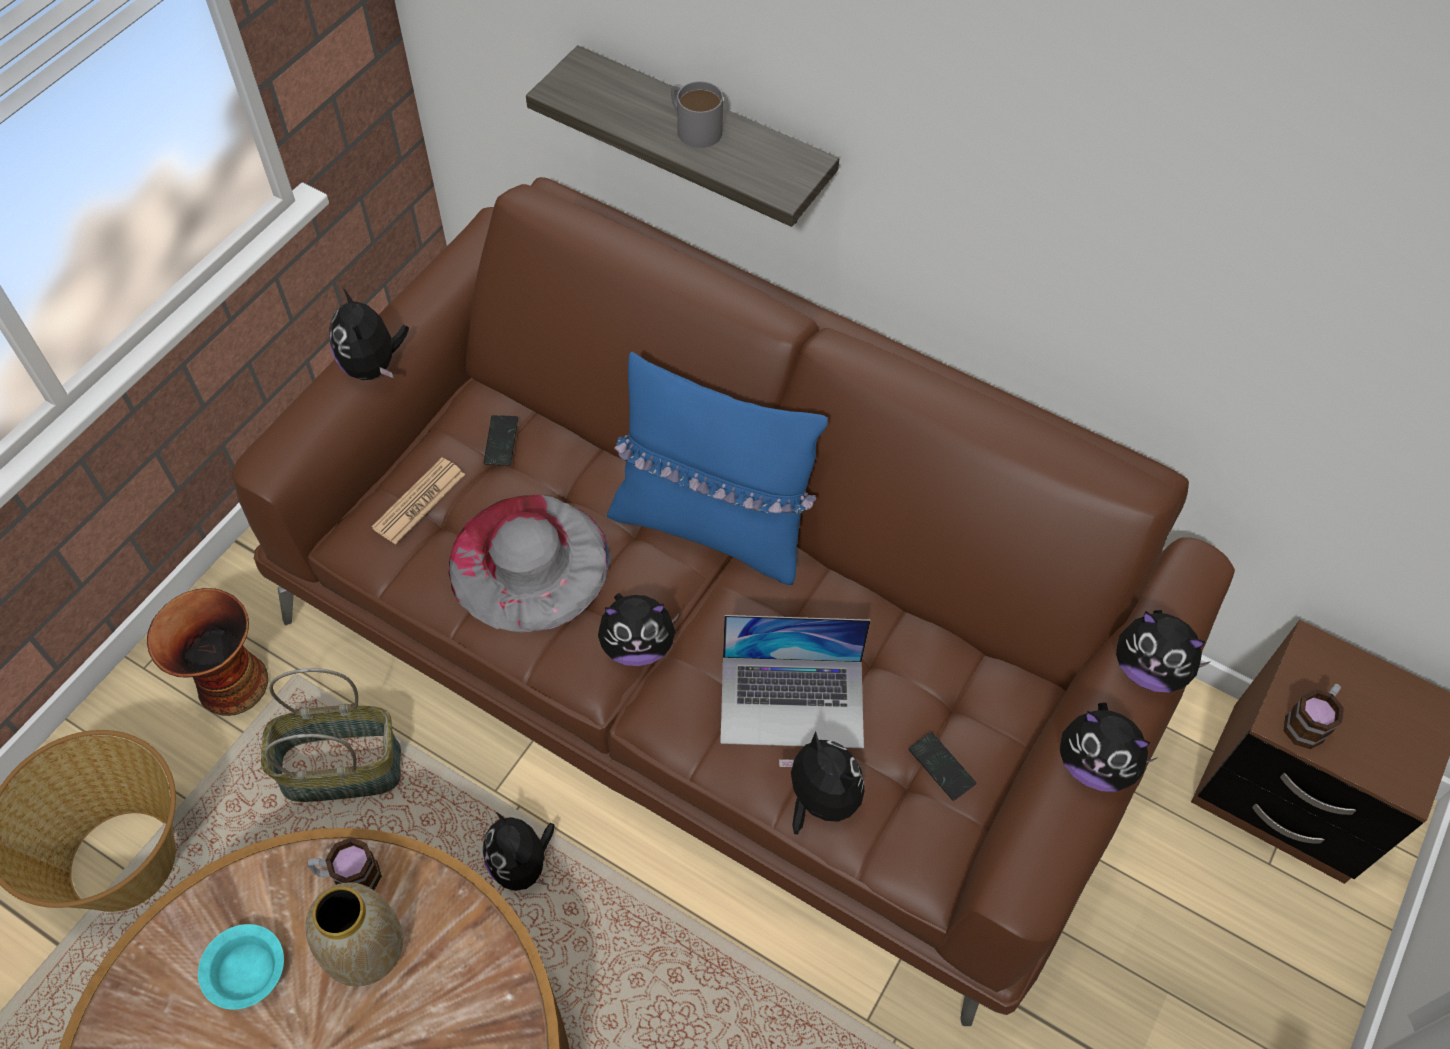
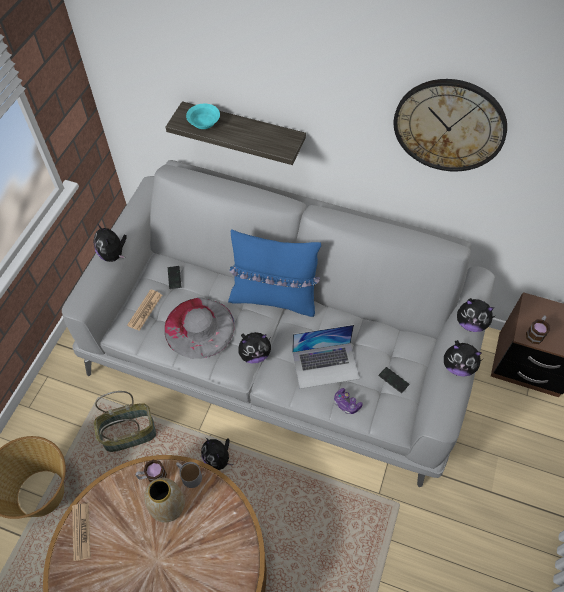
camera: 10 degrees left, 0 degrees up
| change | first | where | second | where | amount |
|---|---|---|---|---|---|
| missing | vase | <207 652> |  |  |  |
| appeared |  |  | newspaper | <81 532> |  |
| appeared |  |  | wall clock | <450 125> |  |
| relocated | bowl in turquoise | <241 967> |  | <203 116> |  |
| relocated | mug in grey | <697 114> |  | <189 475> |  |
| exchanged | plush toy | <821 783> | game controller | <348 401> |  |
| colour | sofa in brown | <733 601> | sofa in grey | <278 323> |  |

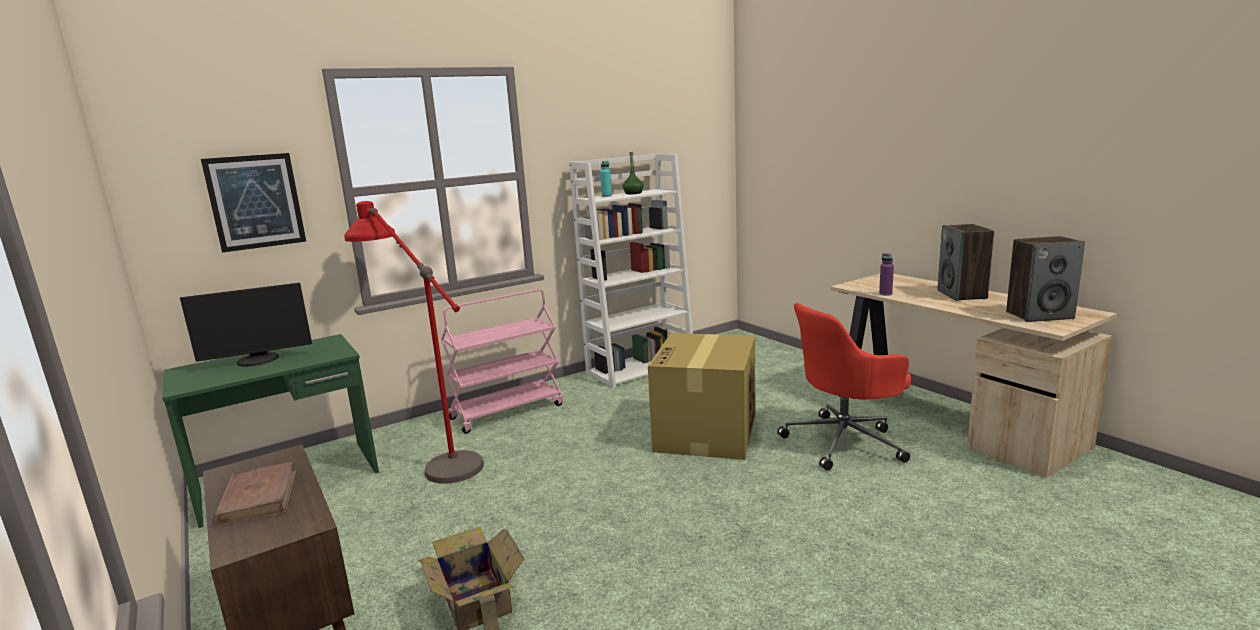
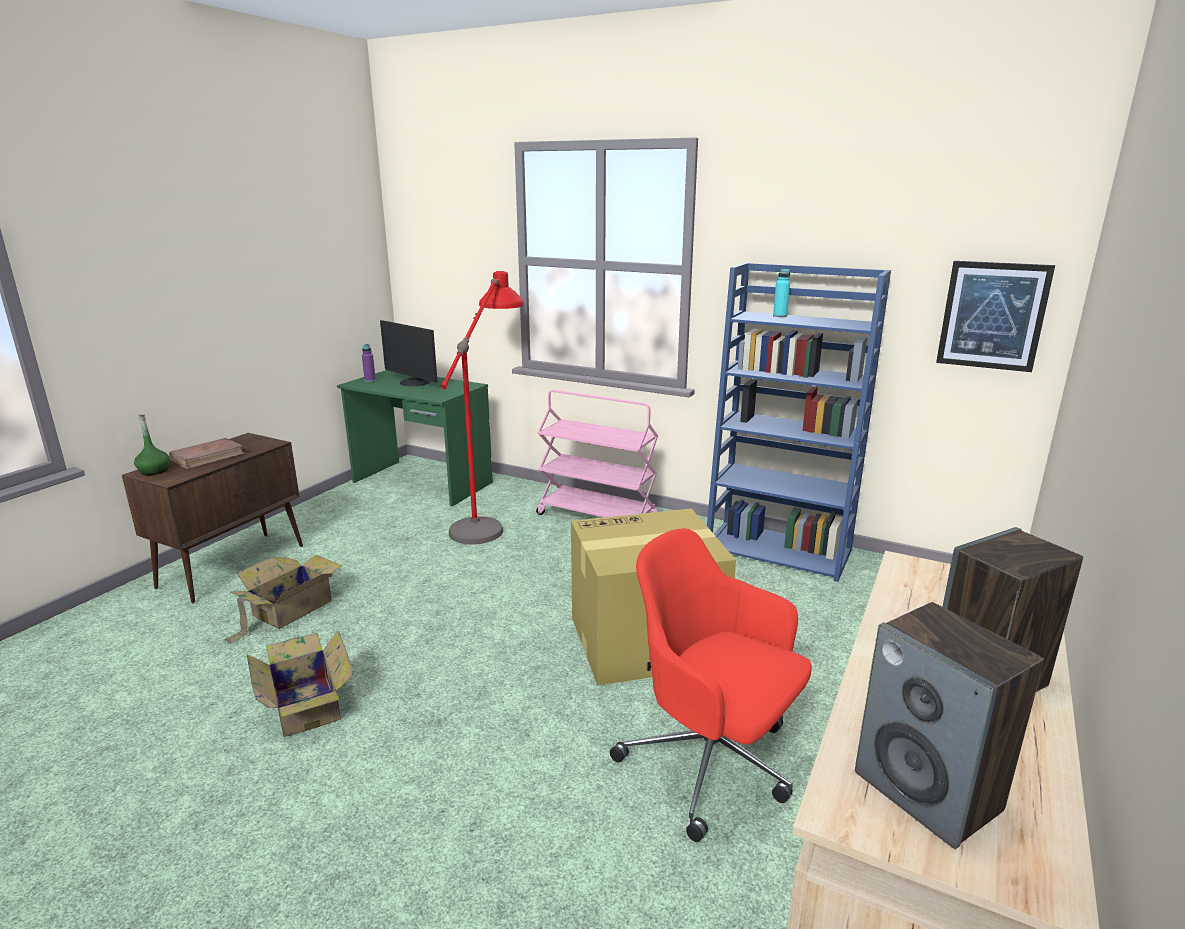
camera: 60 degrees right, 5 degrees up
| change | first | where | second | where | amount |
|---|---|---|---|---|---|
| appeared |  |  | cardboard box | <300 683> |  |
| relocated | picture | <253 203> |  | <995 316> |  |
| relocated | bottle in green | <633 173> |  | <152 445> |  |
| relocated | bottle in purple | <886 274> |  | <369 363> |  |
| colour | bookcase in white | <631 271> | bookcase in blue | <799 422> |  |

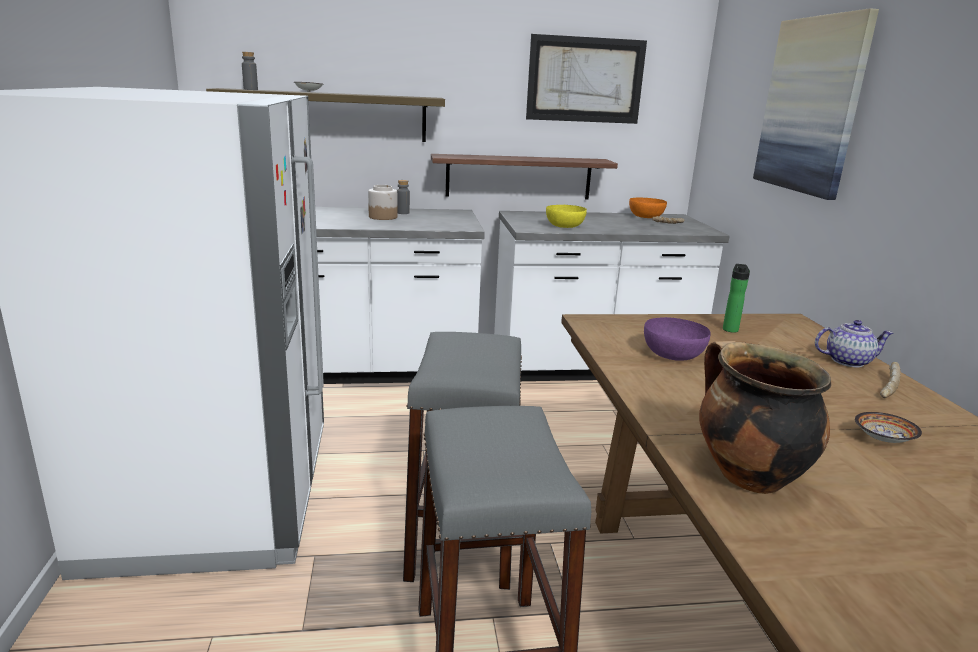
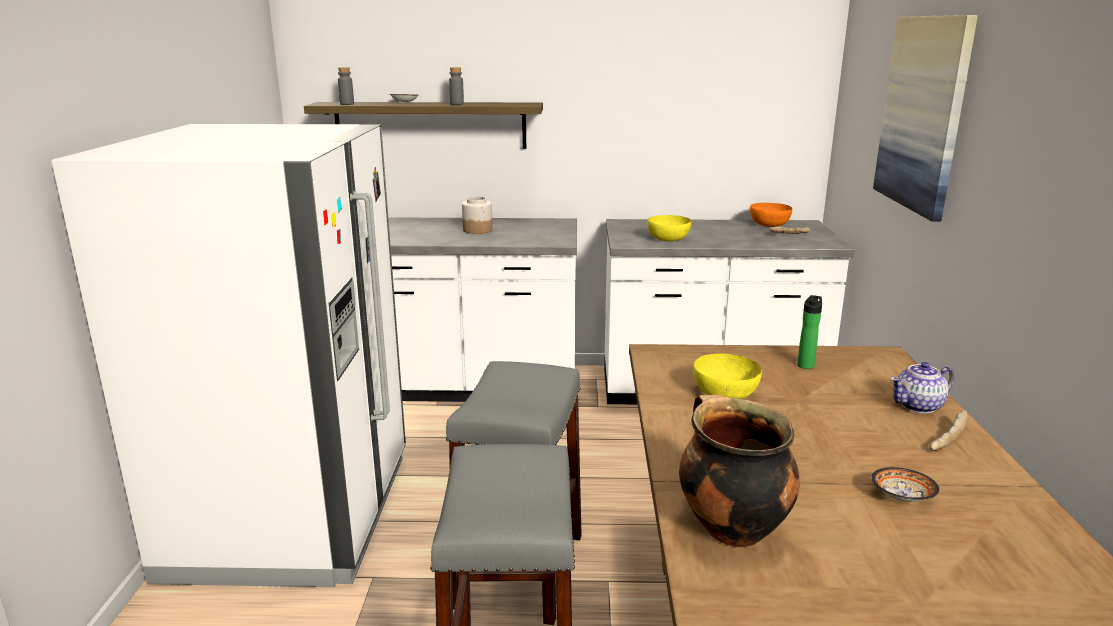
camera: 10 degrees right, 0 degrees up
| change | first | where | second | where | amount |
|---|---|---|---|---|---|
| missing | shelf | <524 177> |  |  |  |
| missing | picture | <586 79> |  |  |  |
| relocated | bottle in grey | <403 197> |  | <456 86> |  |
| colour | bowl in purple | <677 339> | bowl in yellow | <727 376> |  |
| spun | teapot | <854 343> |  | <922 388> | 150 degrees clockwise |

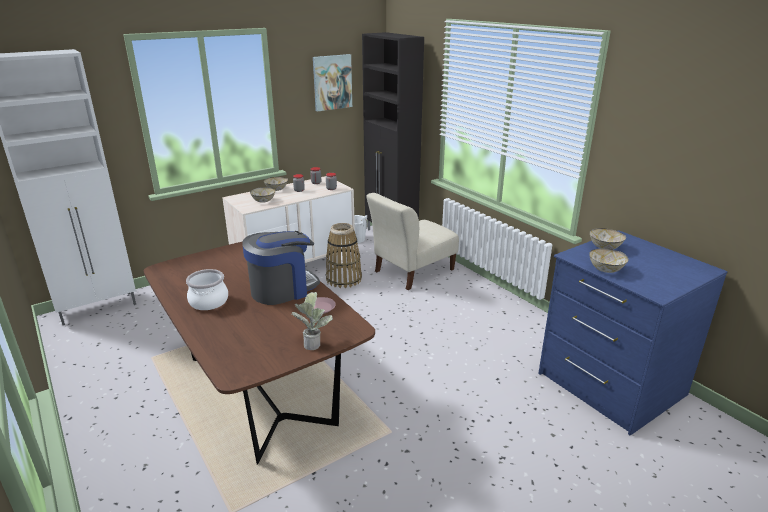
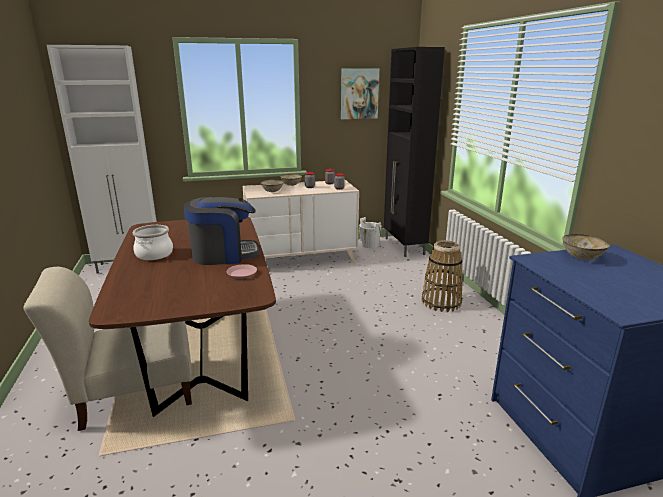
camera: 20 degrees right, 5 degrees down
| change | first | where | second | where | amount |
|---|---|---|---|---|---|
| missing | potted plant | <312 321> |  |  |  |
| missing | bowl | <609 261> |  |  |  |
| relocated | basket | <344 255> |  | <442 276> |  |
| relocated | chair in beige | <412 241> |  | <107 349> |  |

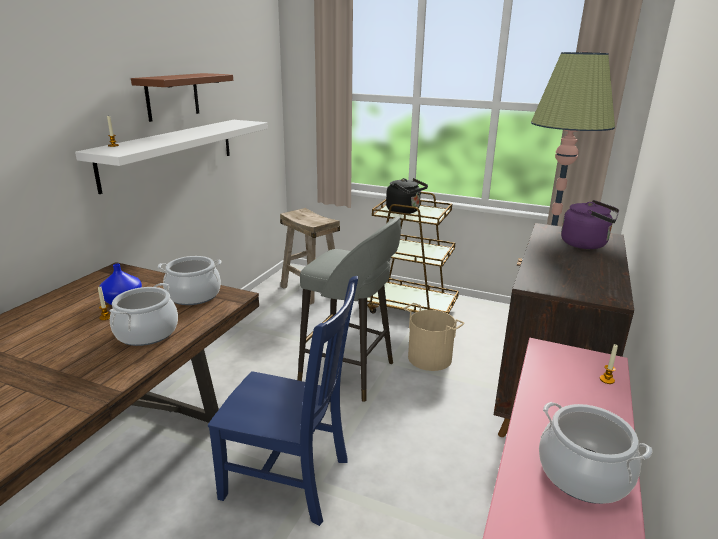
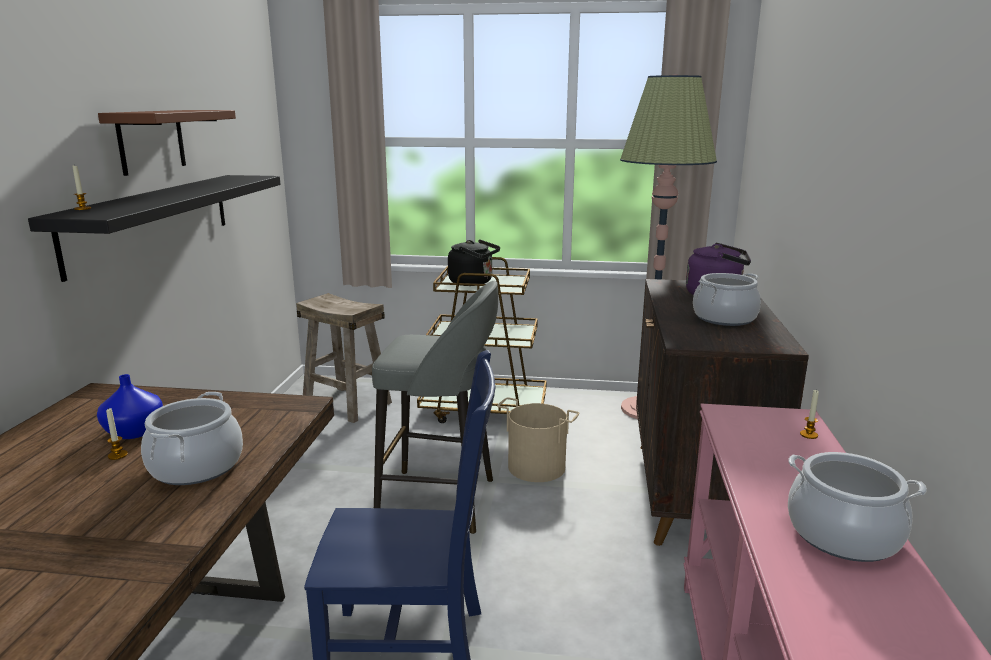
camera: 15 degrees left, 5 degrees down
| change | first | where | second | where | amount |
|---|---|---|---|---|---|
| relocated | cooking pot | <189 280> |  | <727 299> |  |
| colour | shelf in white | <171 157> | shelf in black | <154 228> |  |

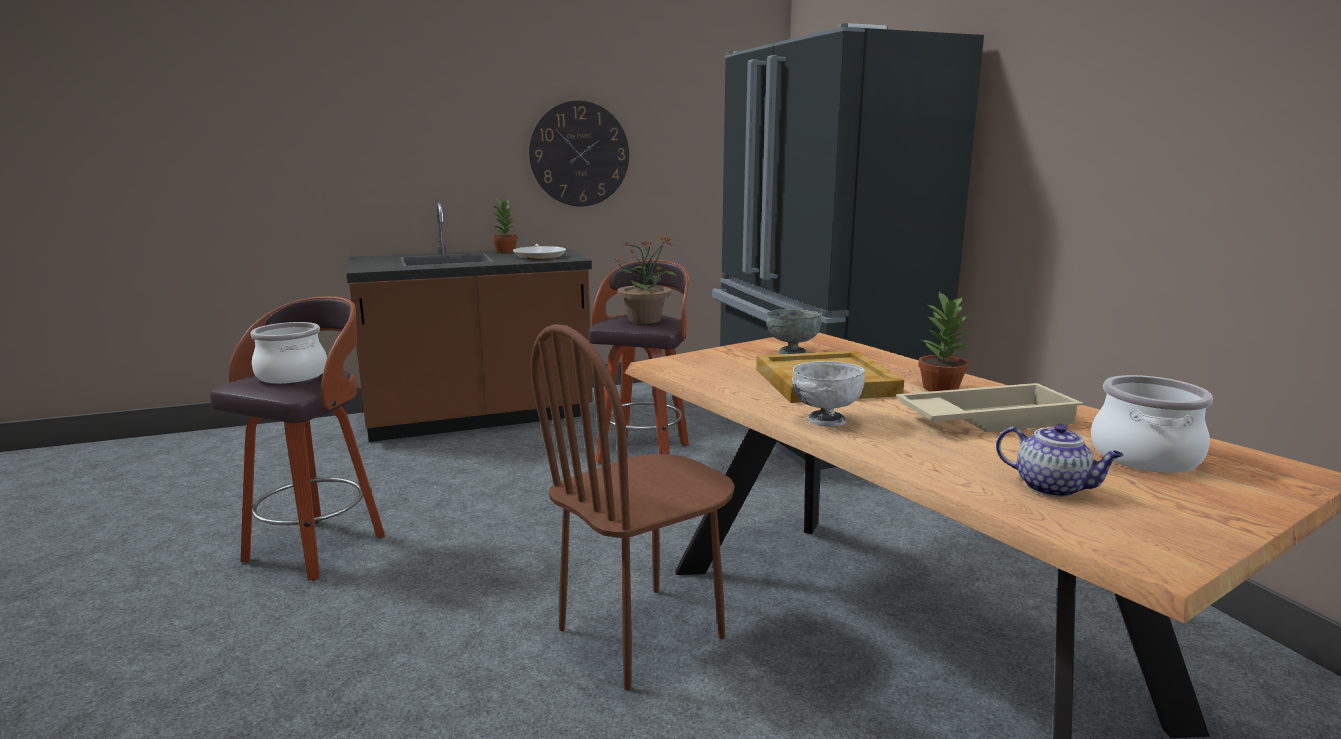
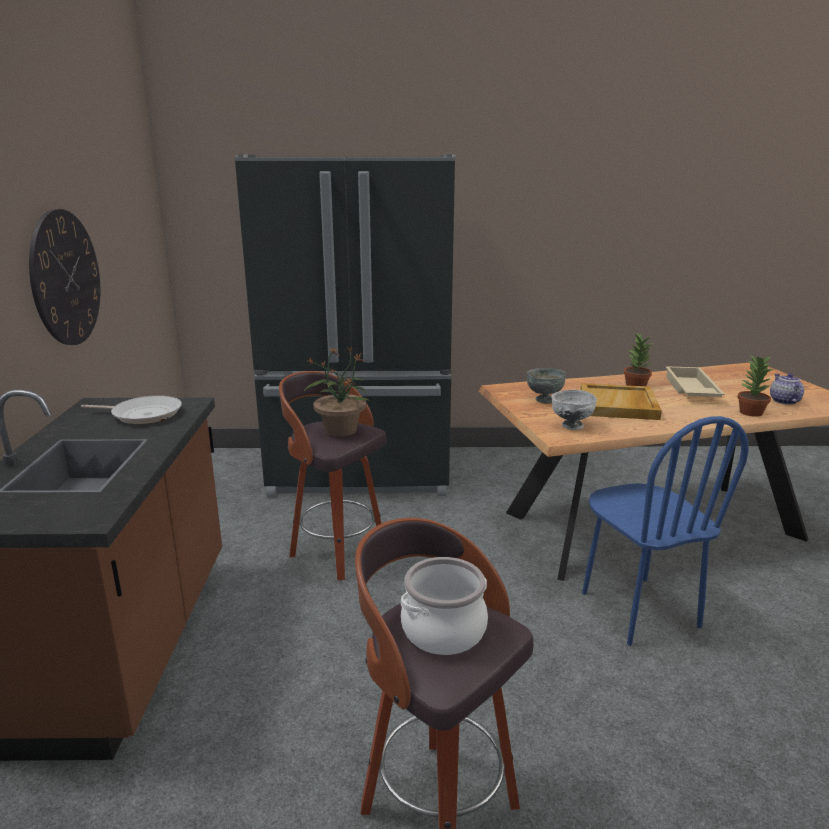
camera: 70 degrees left, 5 degrees up
| change | first | where | second | where | amount |
|---|---|---|---|---|---|
| missing | cooking pot | <1152 424> |  |  |  |
| relocated | potted plant | <505 225> |  | <755 386> |  |
| relocated | bowl in white | <828 394> |  | <574 410> |  |
| colour | chair in brown | <633 507> | chair in blue | <665 531> |  |
| spun | teapot | <1060 460> |  | <787 389> | 60 degrees counterclockwise |

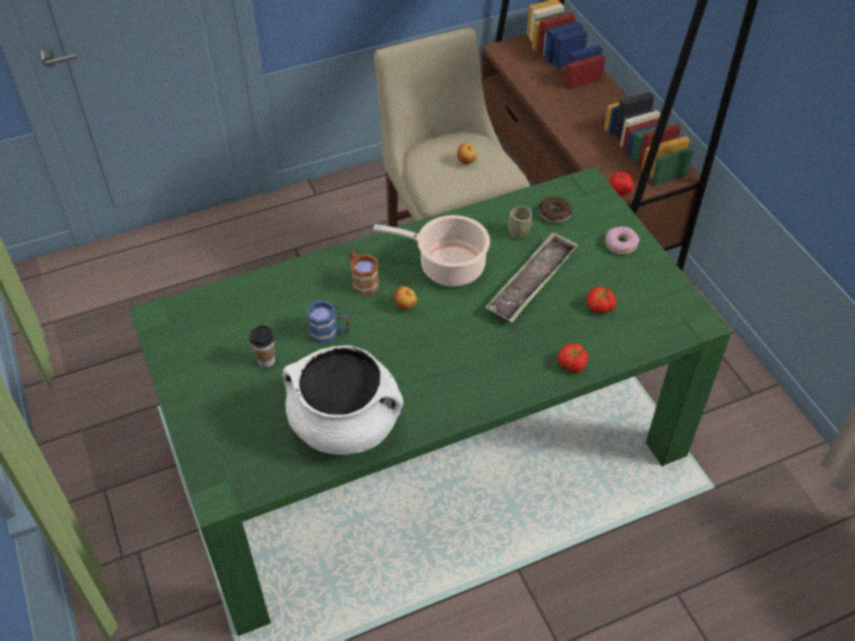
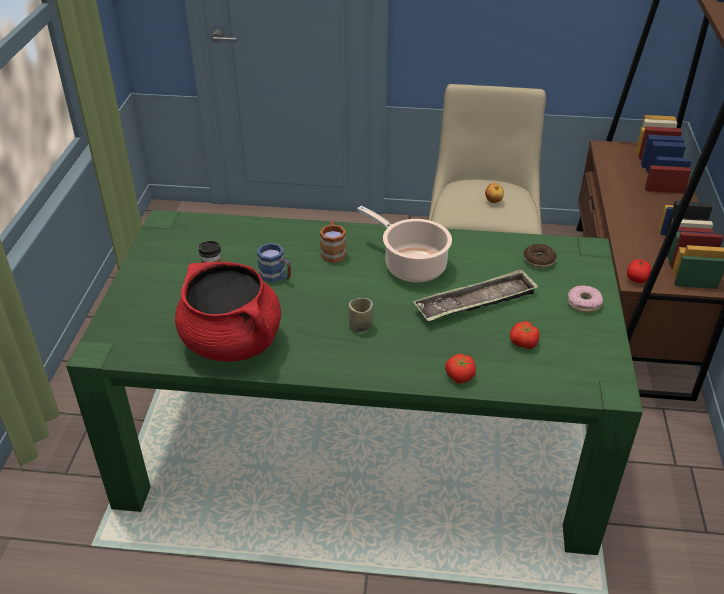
camera: 30 degrees right, 10 degrees down
| change | first | where | second | where | amount |
|---|---|---|---|---|---|
| missing | apple | <405 298> |  |  |  |
| relocated | cup | <520 222> |  | <360 315> |  |
| colour | cooking pot in white | <342 400> | cooking pot in red | <228 312> |  |

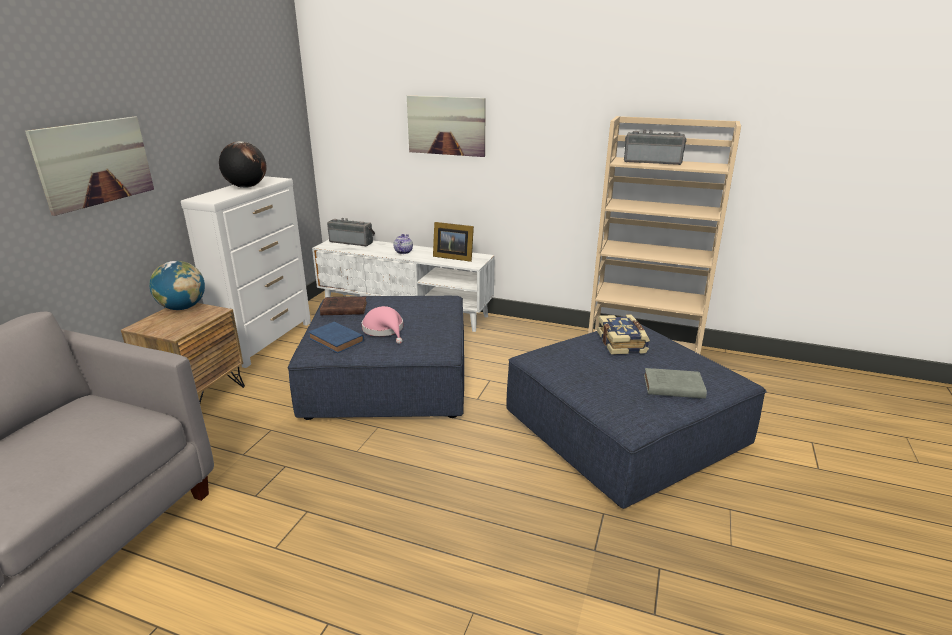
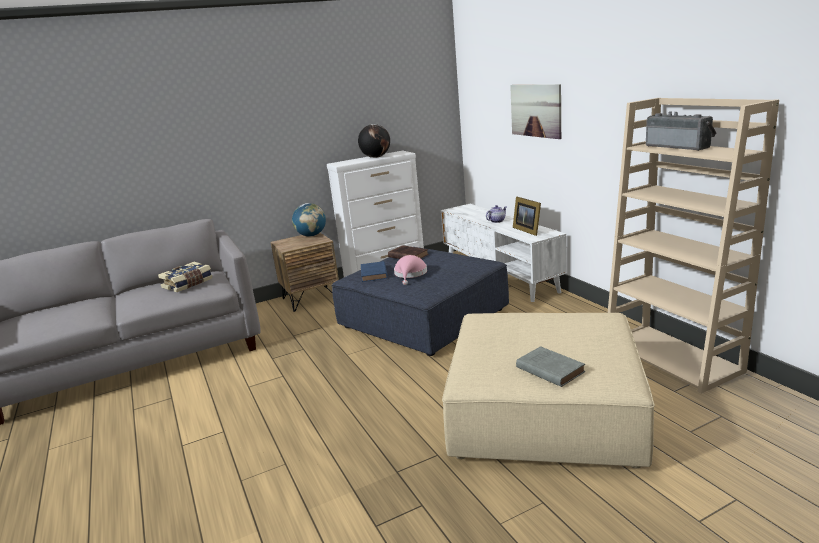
camera: 45 degrees right, 5 degrees down
| change | first | where | second | where | amount |
|---|---|---|---|---|---|
| missing | picture | <89 166> |  |  |  |
| missing | radio | <351 232> |  |  |  |
| relocated | book | <623 334> |  | <185 277> |  |
| colour | ottoman in blue | <636 417> | ottoman in beige | <548 390> |  |

